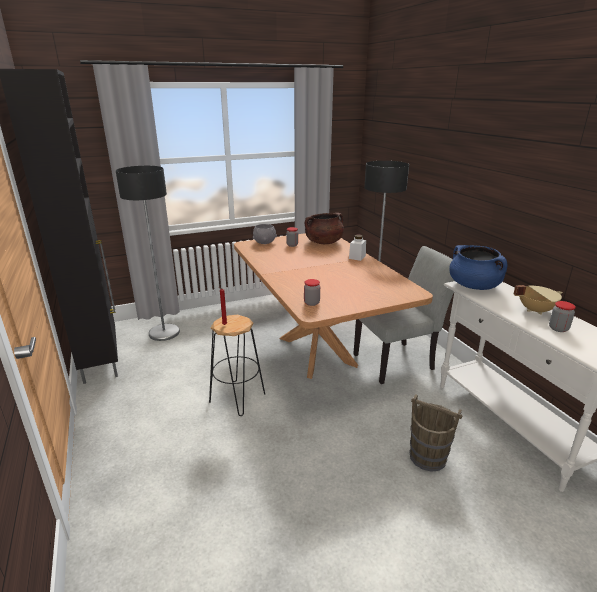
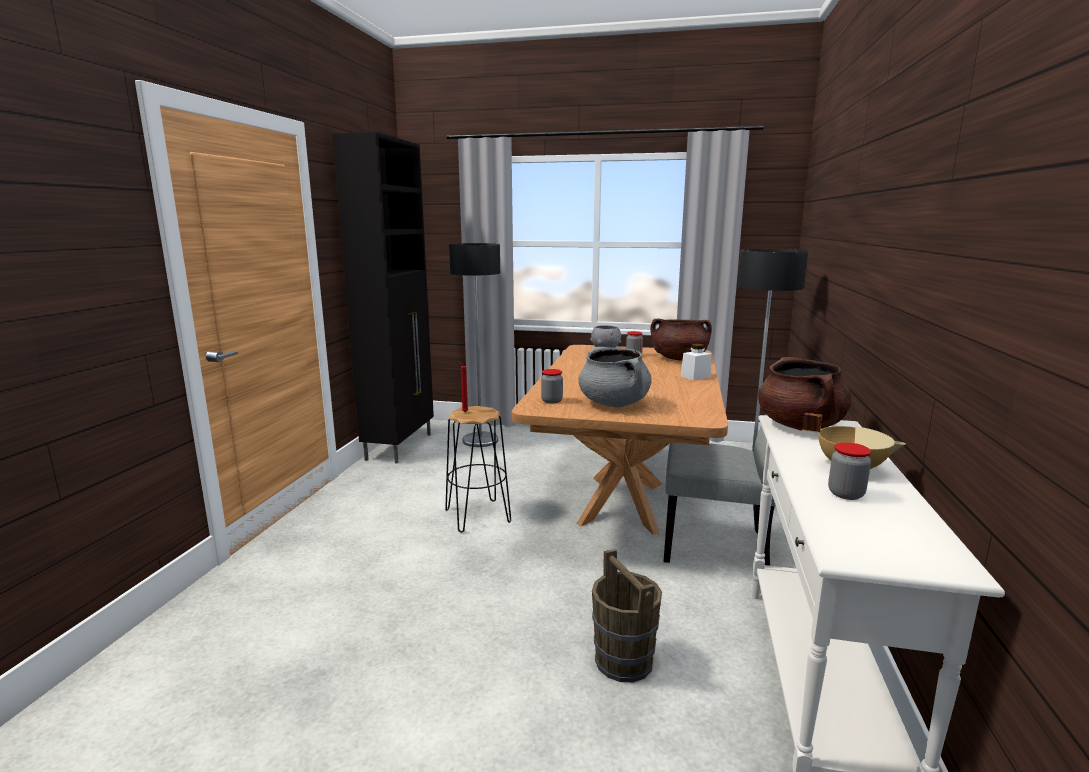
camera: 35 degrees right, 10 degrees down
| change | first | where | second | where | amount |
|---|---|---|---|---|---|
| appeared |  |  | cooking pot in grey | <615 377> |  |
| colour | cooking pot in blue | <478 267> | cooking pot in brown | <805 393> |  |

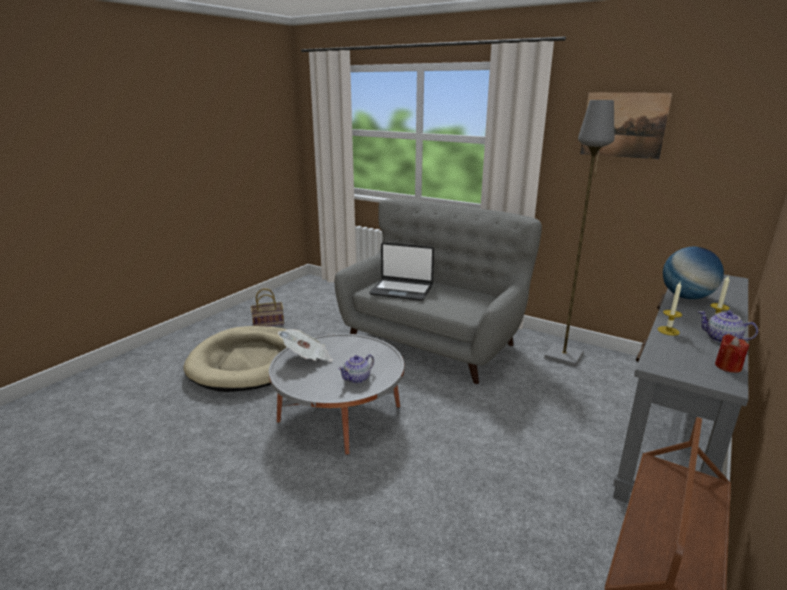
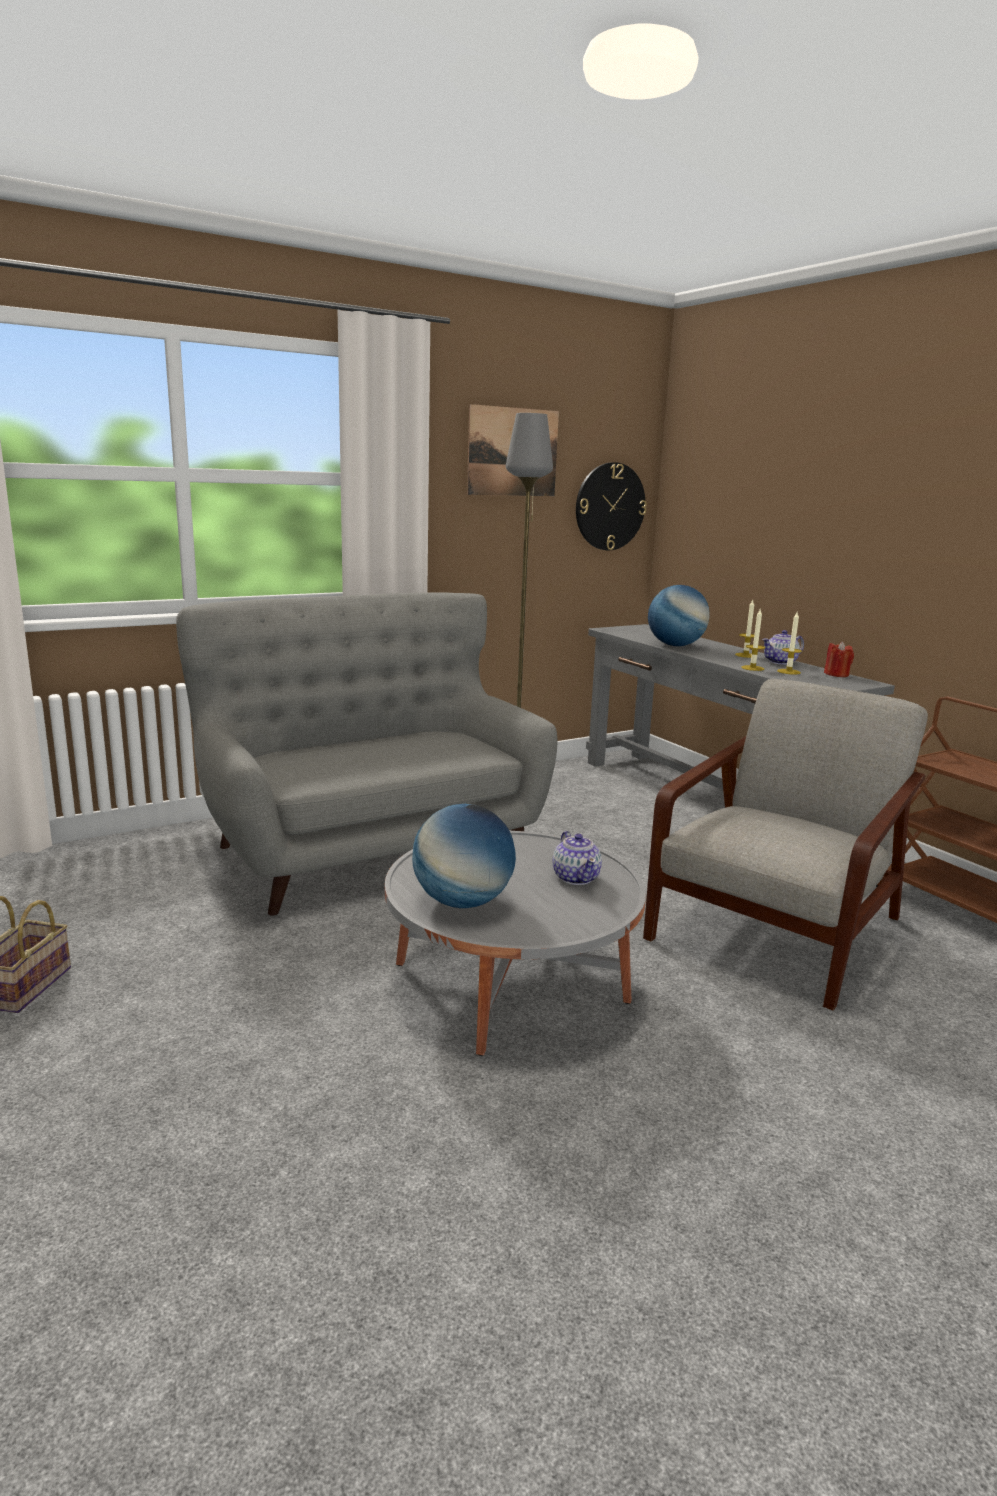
camera: 65 degrees left, 5 degrees down
| change | first | where | second | where | amount |
|---|---|---|---|---|---|
| missing | dog bed in beige | <235 359> |  |  |  |
| missing | laptop | <401 271> |  |  |  |
| appeared |  |  | wall clock | <611 506> |  |
| appeared |  |  | armchair in grey | <785 845> |  |
| appeared |  |  | candle | <789 643> |  |
| exchanged | newspaper | <305 345> | globe | <464 856> |  |

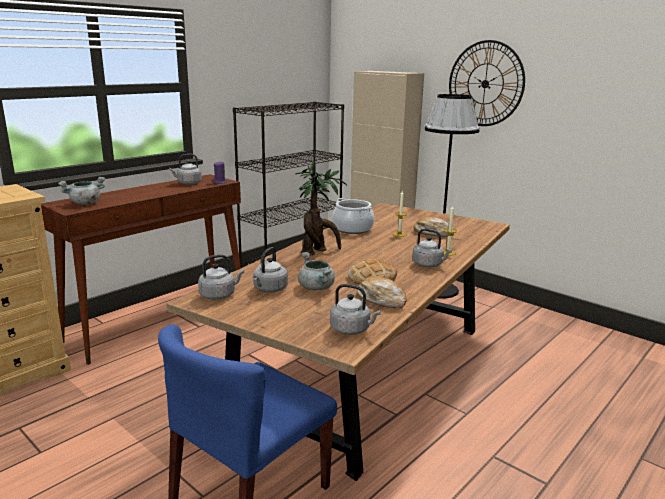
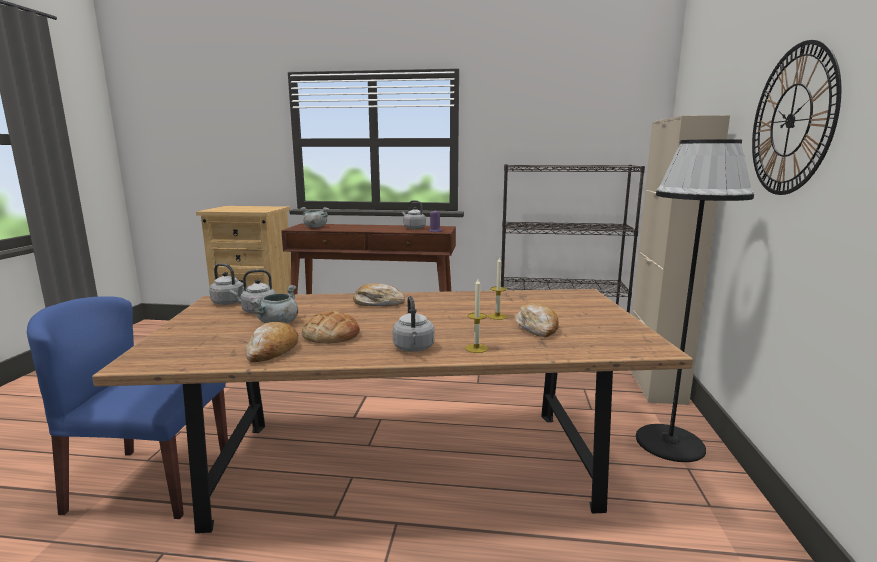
camera: 55 degrees right, 5 degrees down
| change | first | where | second | where | amount |
|---|---|---|---|---|---|
| missing | kettle in grey | <355 309> |  |  |  |
| missing | cooking pot | <353 216> |  |  |  |
| exchanged | potted plant | <321 207> | bread | <379 294> |  |

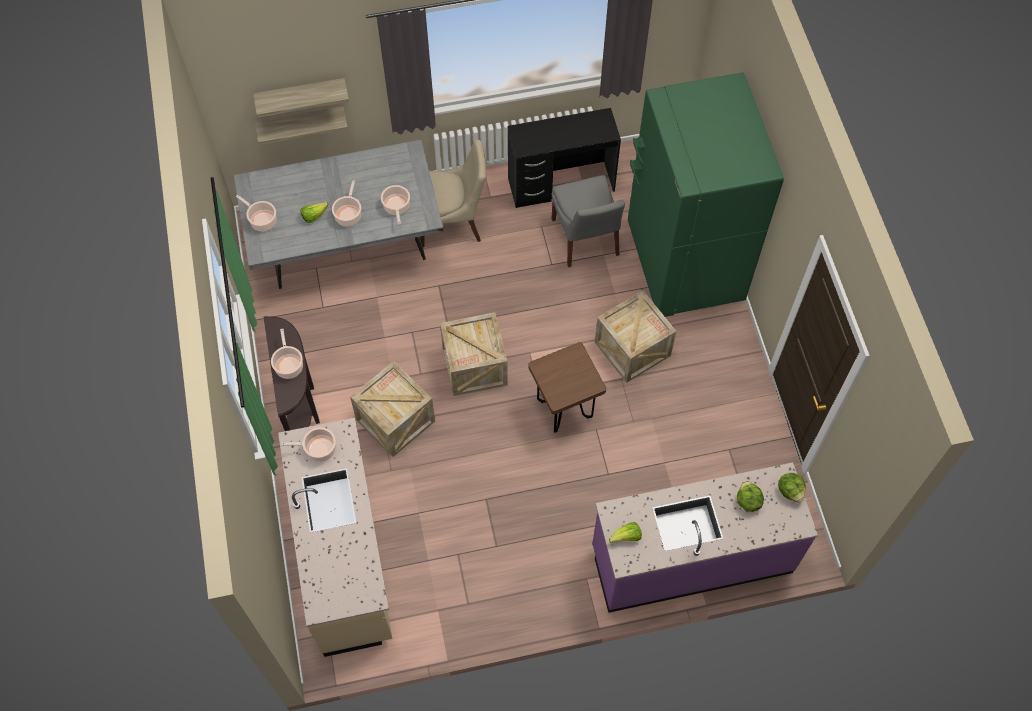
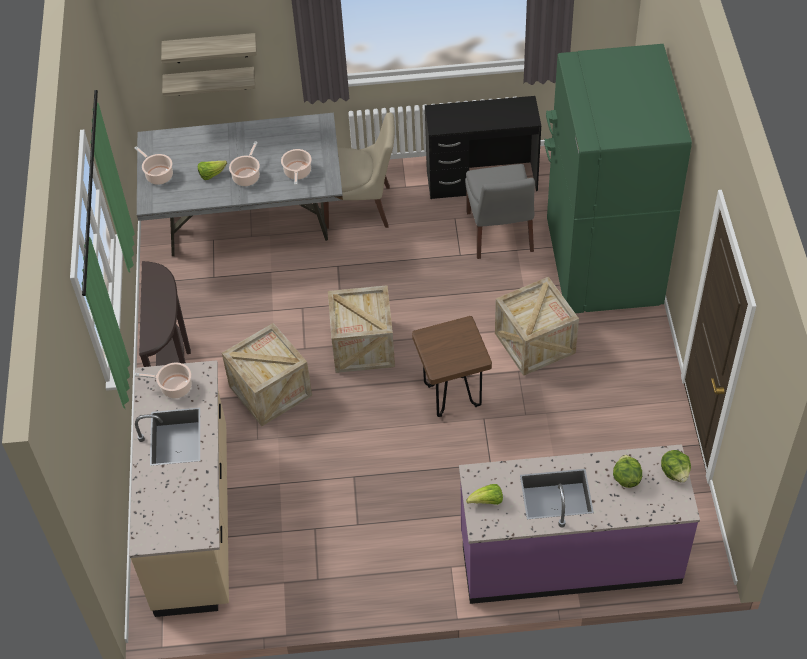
camera: 10 degrees right, 10 degrees down
| change | first | where | second | where | amount |
|---|---|---|---|---|---|
| missing | cooking pot | <287 354> |  |  |  |

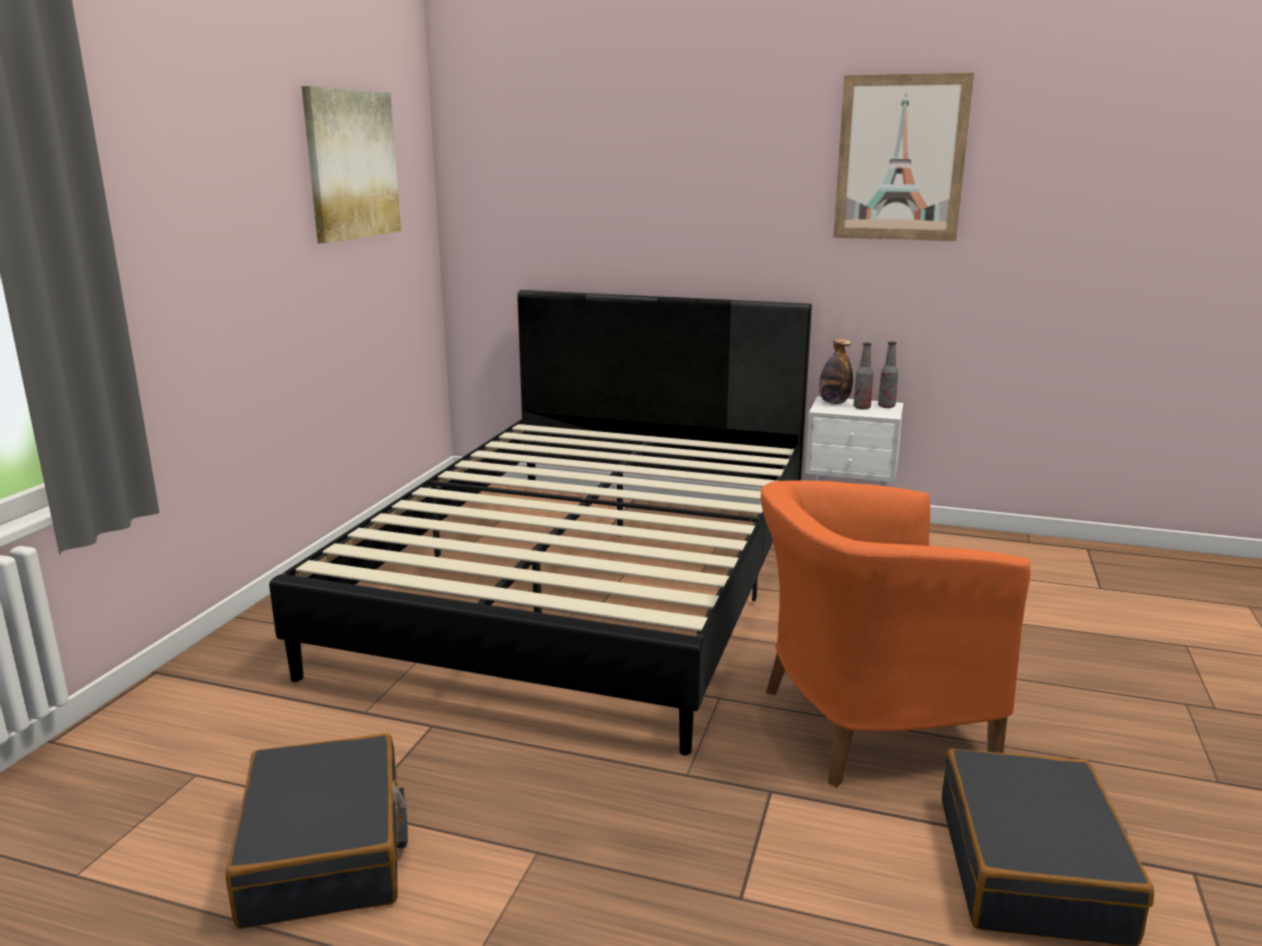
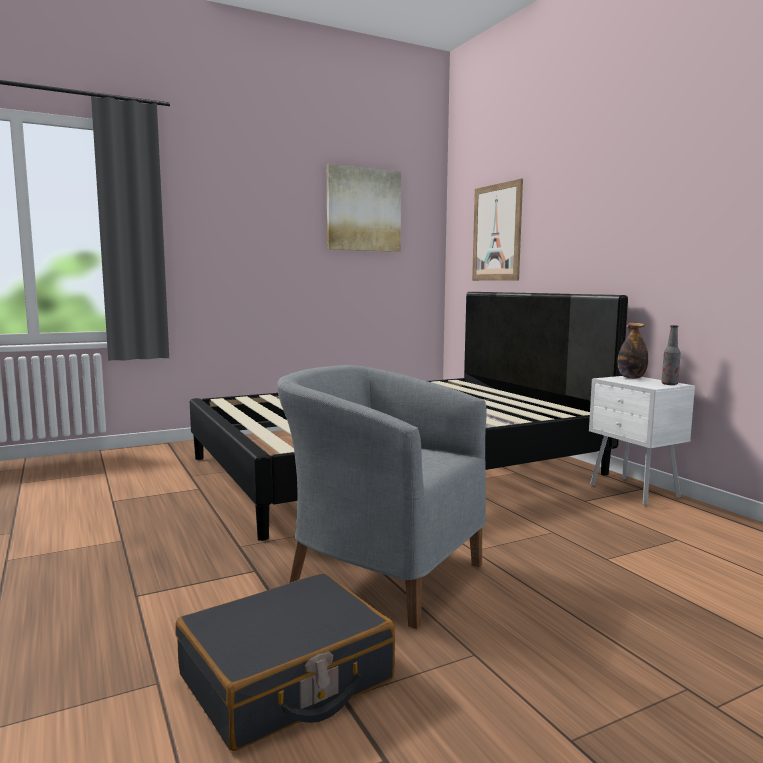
camera: 45 degrees right, 10 degrees down
| change | first | where | second | where | amount |
|---|---|---|---|---|---|
| missing | suitcase in black | <317 831> |  |  |  |
| missing | bottle | <863 375> |  |  |  |
| relocated | picture | <903 157> |  | <497 230> |  |
| colour | armchair in orange | <896 634> | armchair in grey | <381 497> |  |

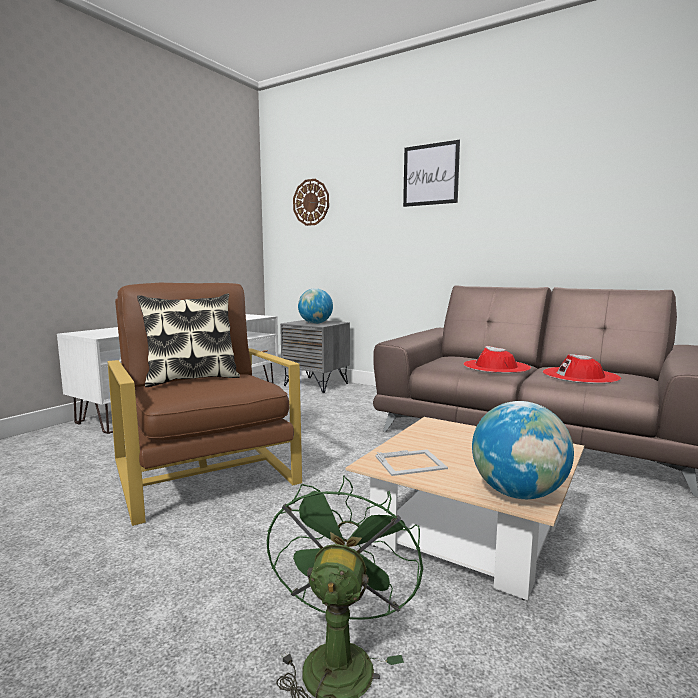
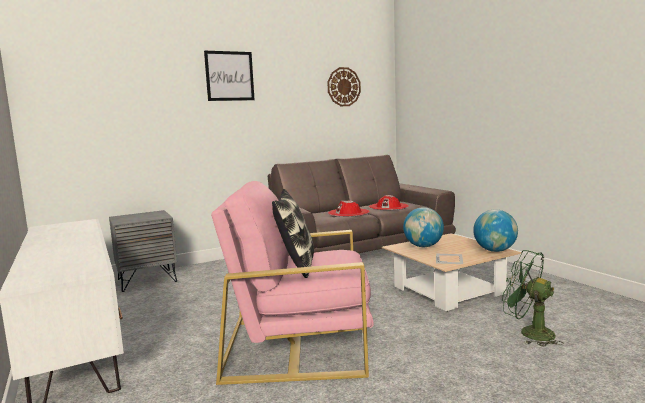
camera: 60 degrees left, 0 degrees up
| change | first | where | second | where | amount |
|---|---|---|---|---|---|
| relocated | wall clock | <311 202> |  | <344 86> |  |
| relocated | globe | <315 306> |  | <423 227> |  |
| colour | armchair in brown | <204 404> | armchair in pink | <292 283> |  |

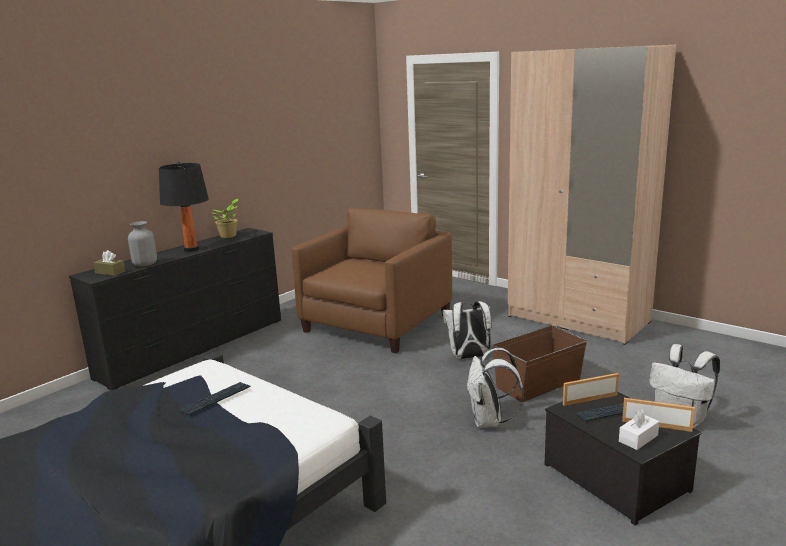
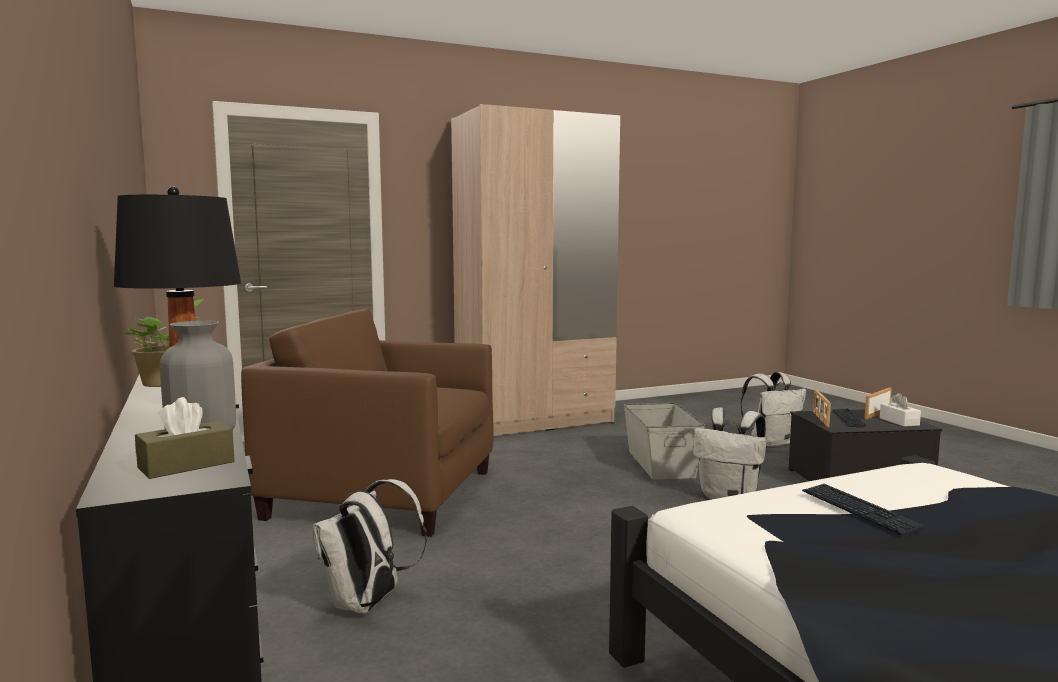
camera: 65 degrees left, 10 degrees down
| change | first | where | second | where | amount |
|---|---|---|---|---|---|
| relocated | backpack in white | <467 330> |  | <369 546> |  |
| colour | storage box in brown | <540 363> | storage box in grey | <664 441> |  |
| spun | armchair in brown | <372 280> |  | <367 423> | 45 degrees counterclockwise |

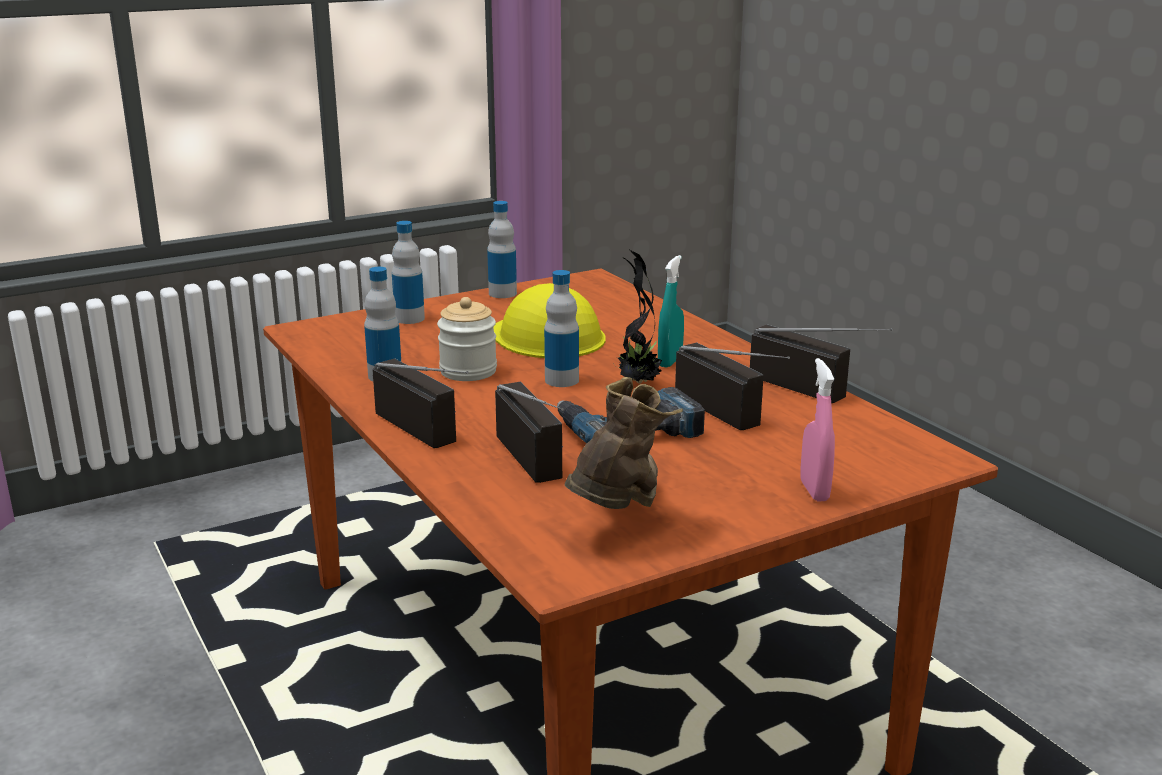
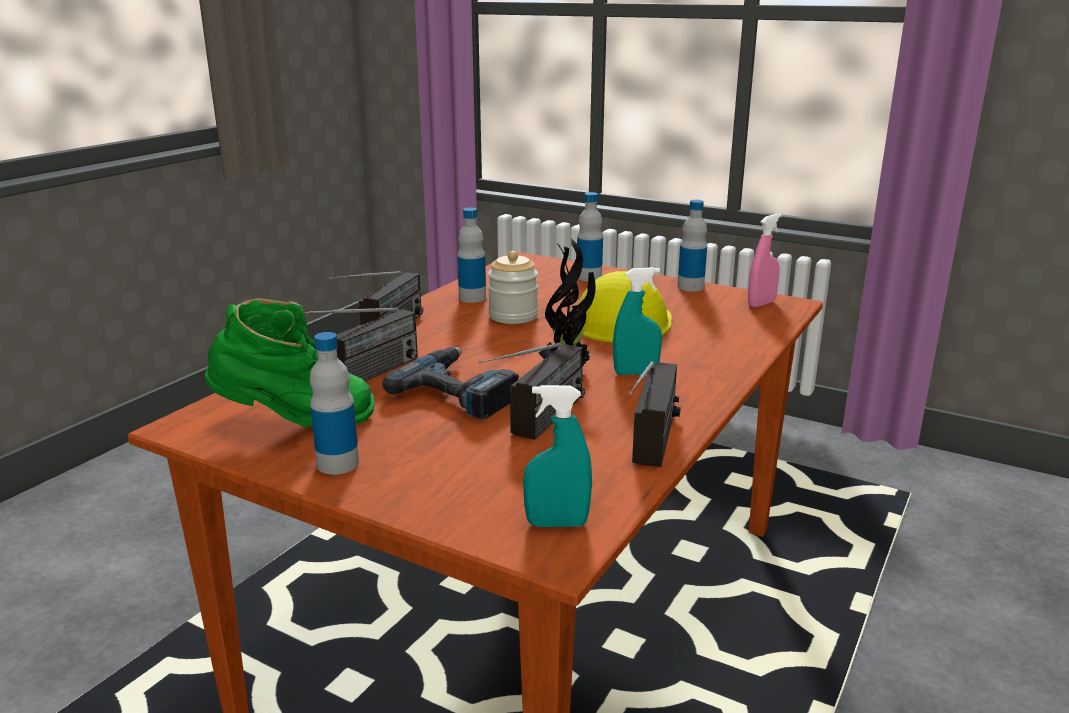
camera: 60 degrees right, 0 degrees up
| change | first | where | second | where | amount |
|---|---|---|---|---|---|
| appeared |  |  | spray bottle in turquoise | <557 456> |  |
| relocated | bottle | <561 328> |  | <334 403> |  |
| relocated | spray bottle in pink | <818 430> |  | <765 260> |  |
| colour | boot in brown | <624 443> | boot in green | <289 362> |  |

